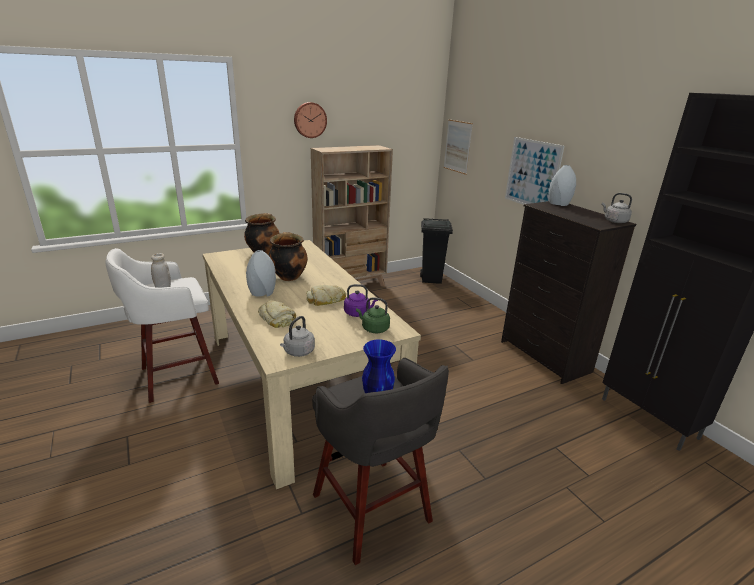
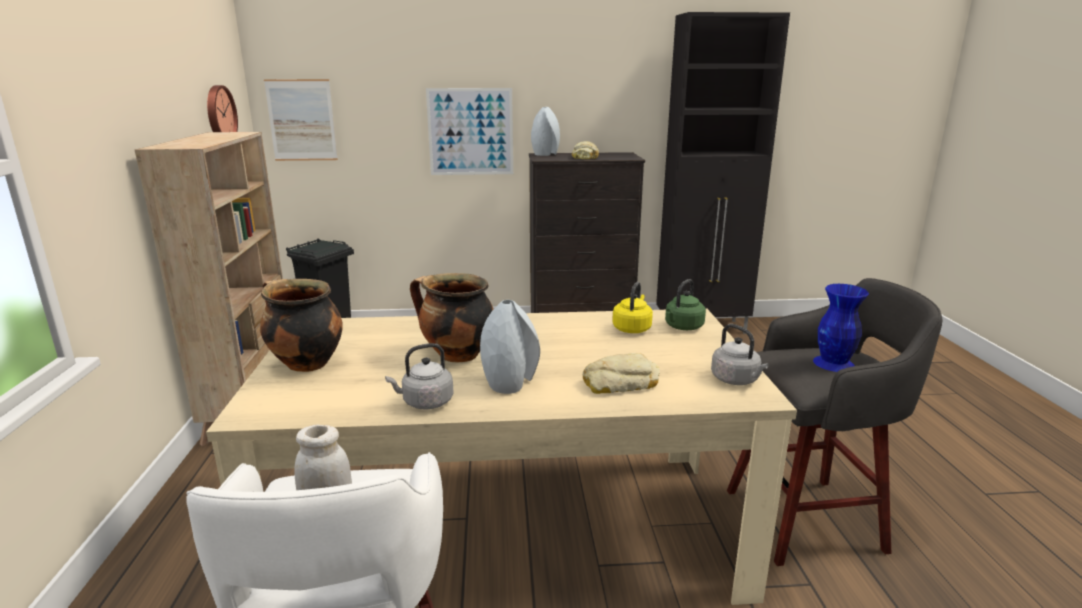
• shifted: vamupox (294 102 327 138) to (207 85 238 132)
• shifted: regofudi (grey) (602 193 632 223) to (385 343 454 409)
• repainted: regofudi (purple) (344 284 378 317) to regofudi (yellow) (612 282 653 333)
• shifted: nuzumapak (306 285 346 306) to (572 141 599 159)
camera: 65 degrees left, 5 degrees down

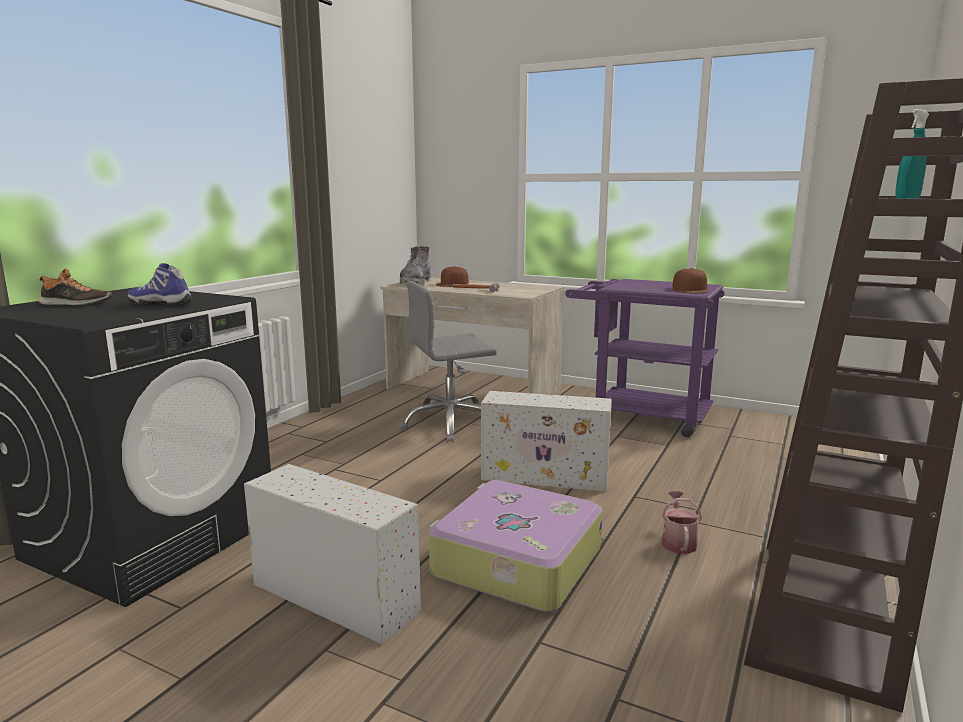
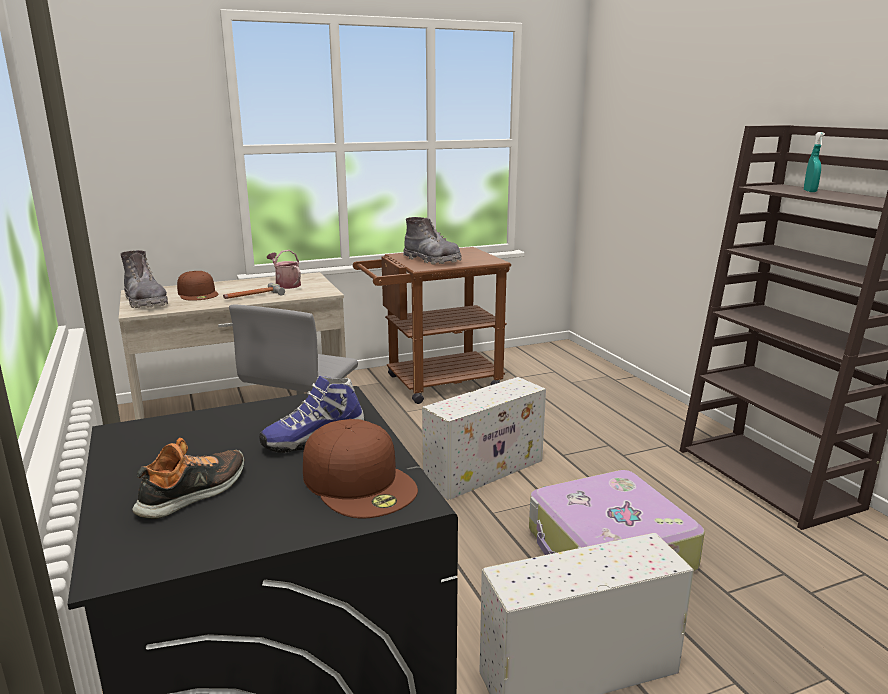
• shifted: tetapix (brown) (672 268 708 293) to (303 419 418 518)
• repainted: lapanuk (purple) (565 279 725 437) to lapanuk (brown) (353 247 511 404)
• shifted: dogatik (662 491 702 554) to (267 250 301 289)
• new: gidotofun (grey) (403 217 462 264)
camera: 50 degrees left, 5 degrees up

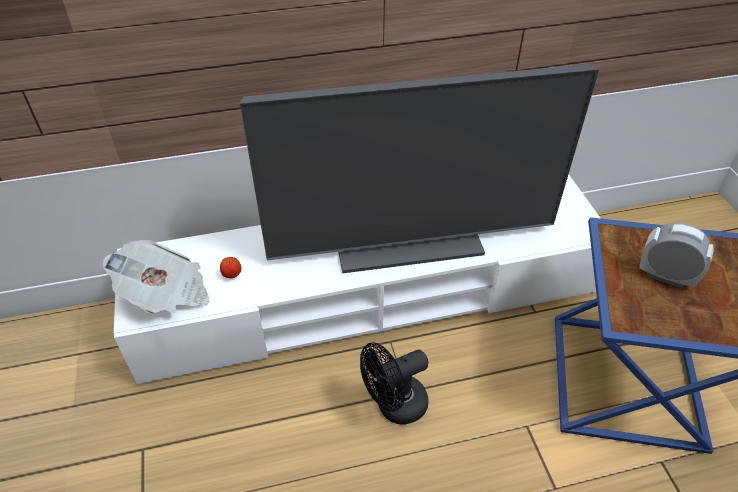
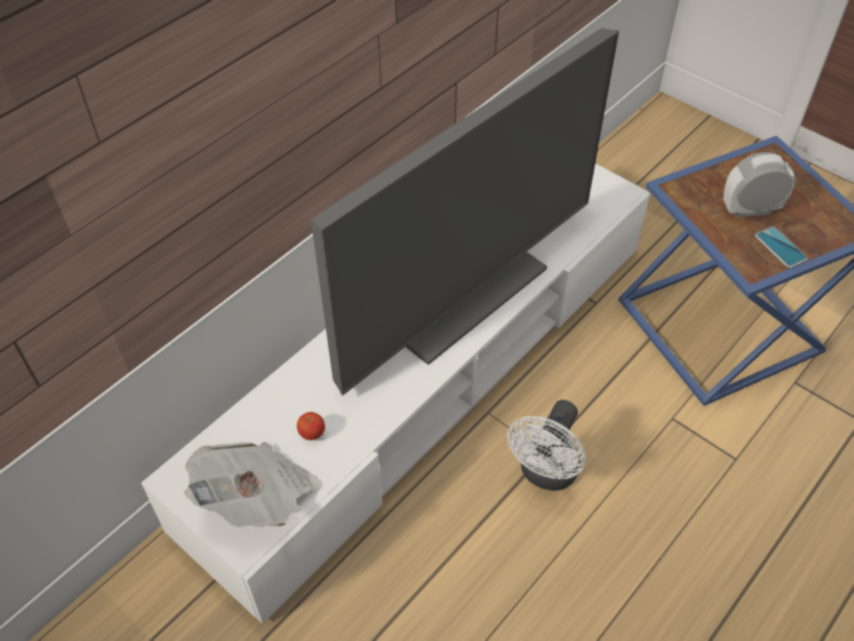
• repainted: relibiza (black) (360 342 429 424) to relibiza (white) (507 400 586 491)
• new: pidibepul (755 227 808 268)
camera: 35 degrees left, 5 degrees up

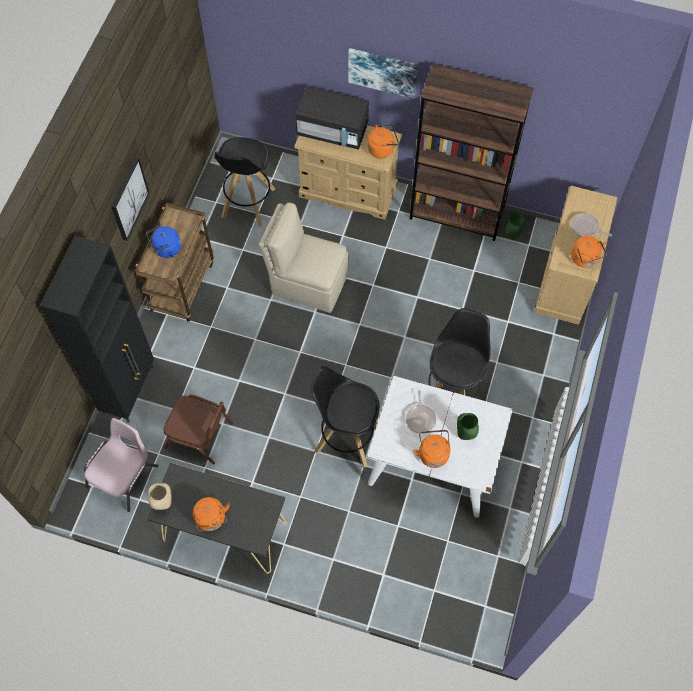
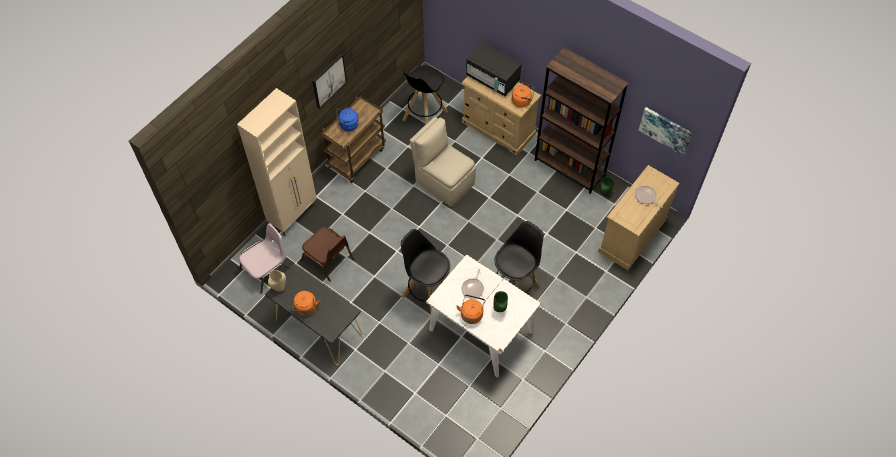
• shifted: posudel (348 48 418 99) to (639 107 692 156)
• repainted: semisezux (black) (40 236 154 423) to semisezux (beige) (237 88 317 236)
• gone: regofudi (orange) (571 236 607 268)
camera: 20 degrees right, 5 degrees down

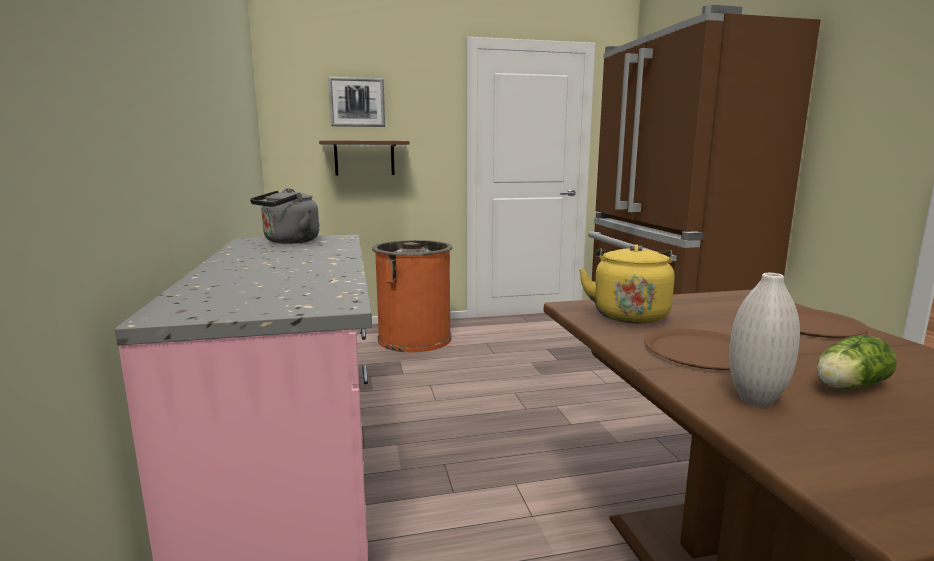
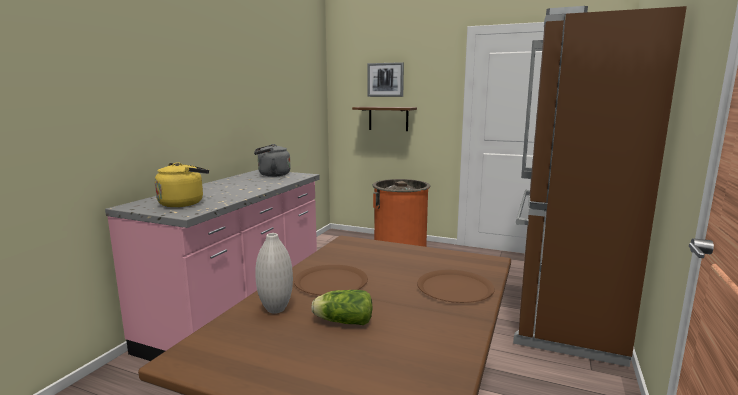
• shifted: regofudi (yellow) (579 245 675 323) to (155 162 209 207)
camera: 35 degrees right, 0 degrees up

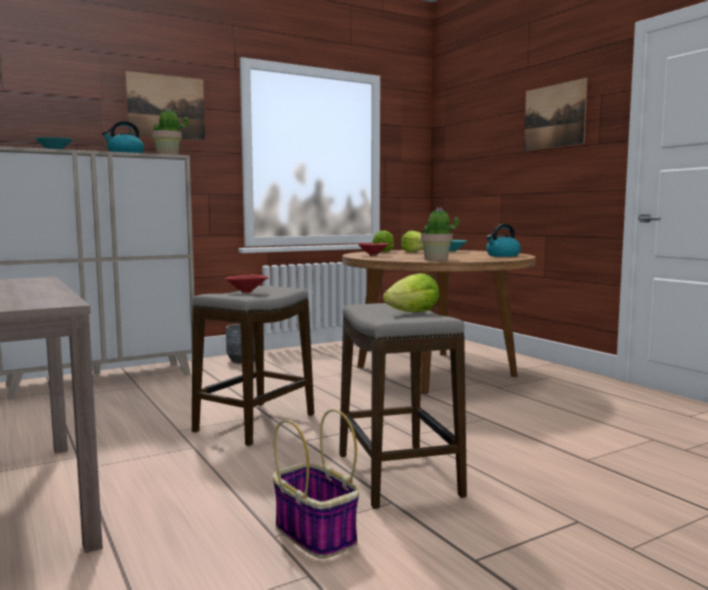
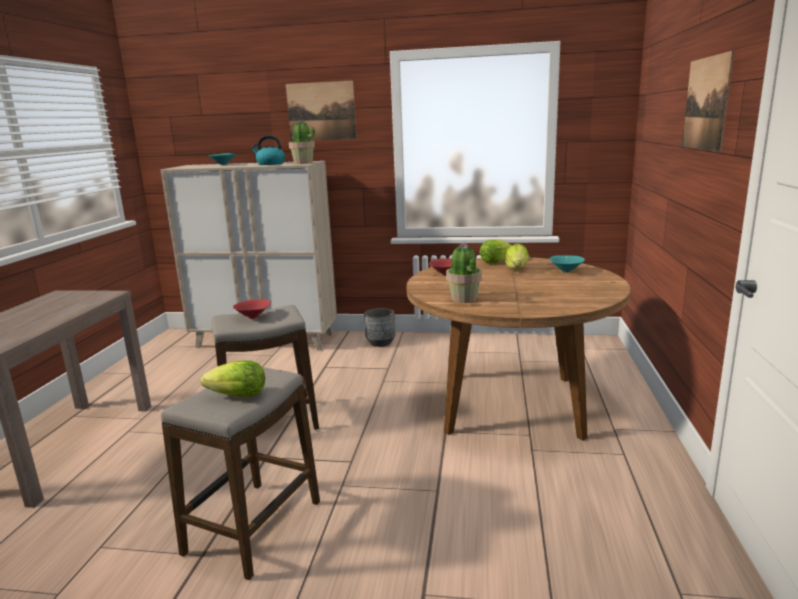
• gone: regofudi (486 224 521 257)
• gone: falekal (273 409 360 559)
camera: 40 degrees right, 10 degrees up

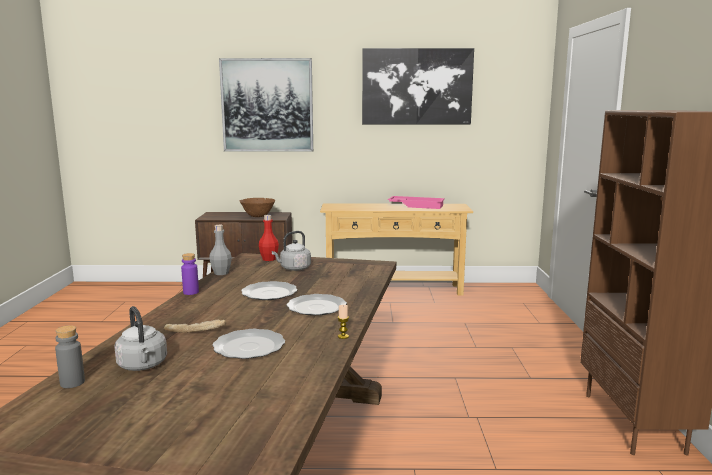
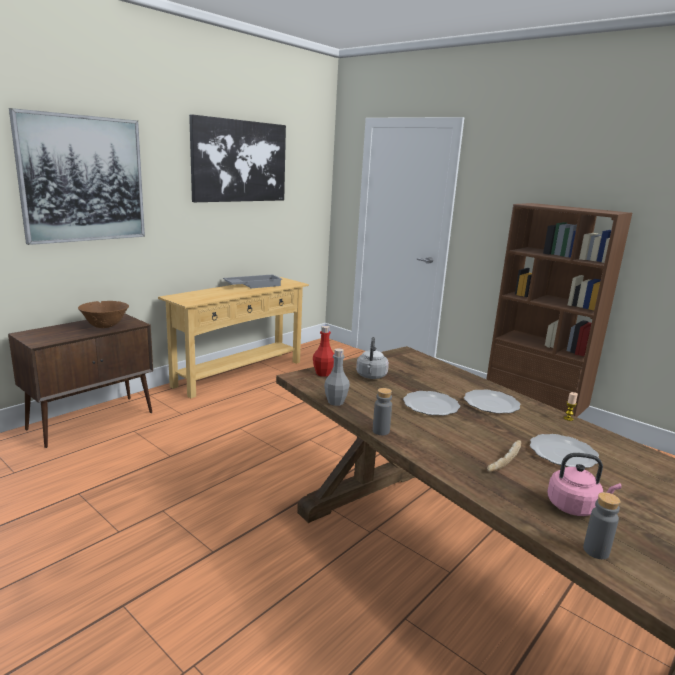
• repainted: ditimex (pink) (388 196 445 209) to ditimex (grey) (223 274 282 288)
• repainted: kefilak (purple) (181 253 199 295) to kefilak (grey) (373 388 392 435)
• repainted: regofudi (grey) (114 306 167 371) to regofudi (pink) (547 453 622 516)
camera: 50 degrees left, 5 degrees up

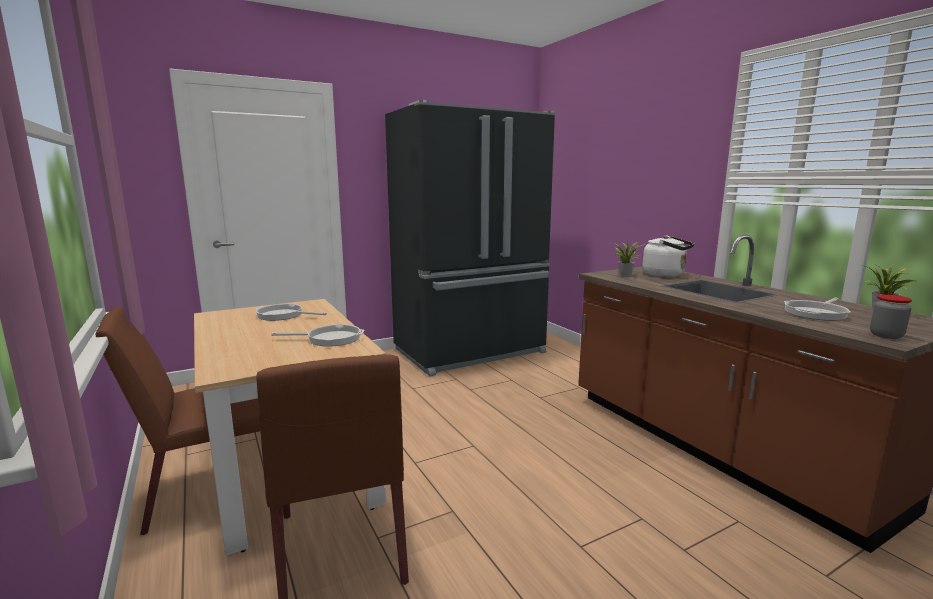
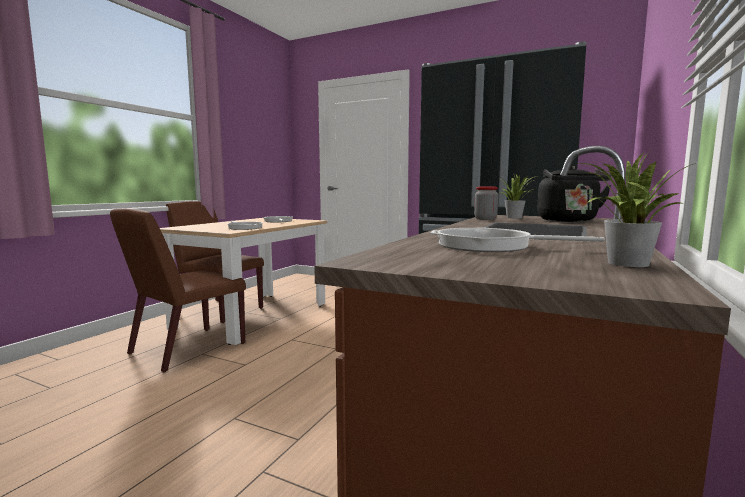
• repainted: regofudi (white) (642 236 694 277) to regofudi (black) (537 166 611 222)
• shifted: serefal (870 294 912 339) to (474 187 498 220)
camera: 55 degrees right, 5 degrees down

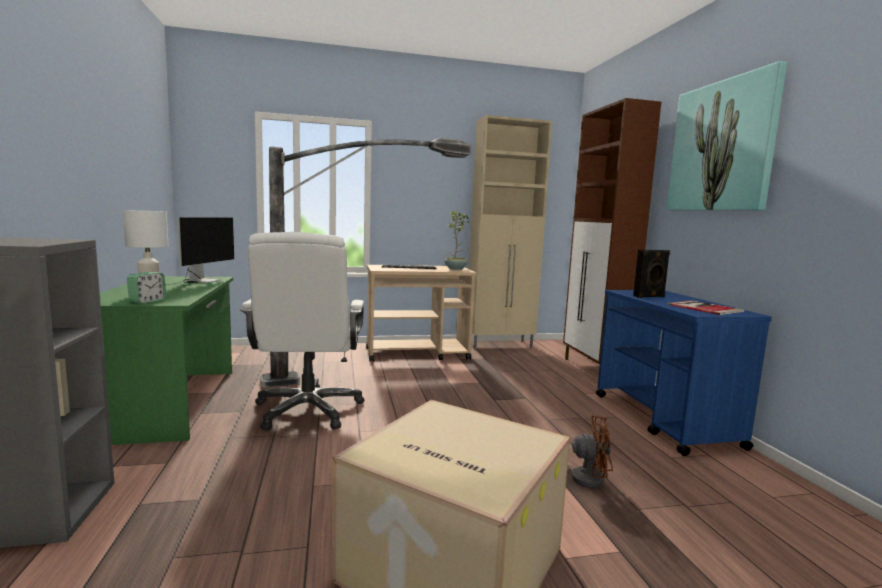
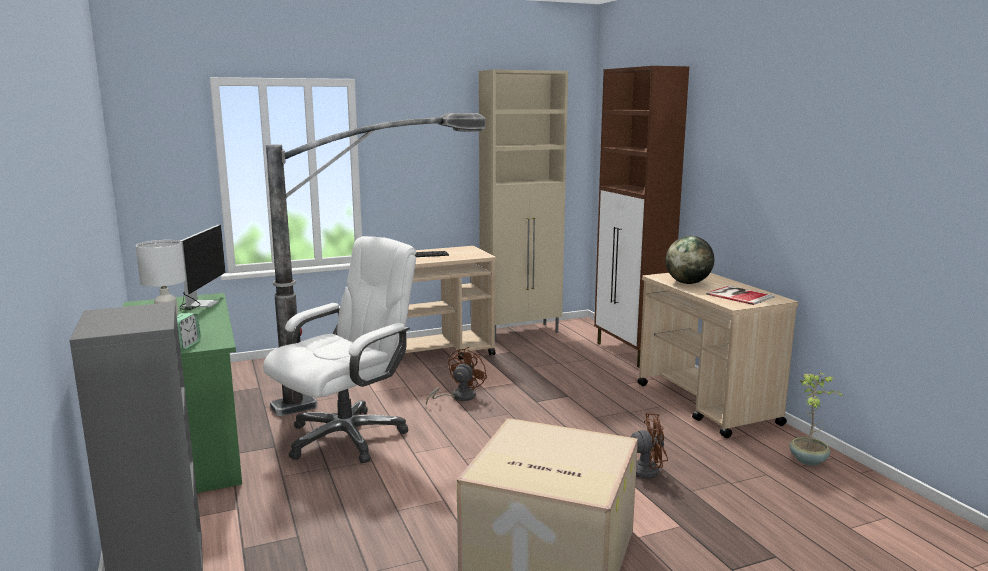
• gone: posudel (666 61 787 210)
• shifted: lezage (445 211 470 270) to (790 372 844 466)
• rotated: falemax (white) (240 232 364 431) = (263 236 416 463) 120 degrees counterclockwise
• swapped: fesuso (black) (633 250 670 298) to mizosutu (666 236 714 284)
• repainted: lapanuk (blue) (596 290 772 456) to lapanuk (beige) (637 273 798 438)
• new: relibiza (brown) (426 347 487 406)
camera: 10 degrees left, 5 degrees up

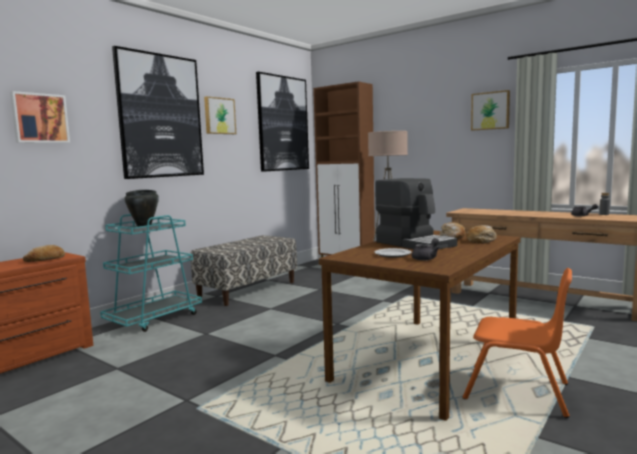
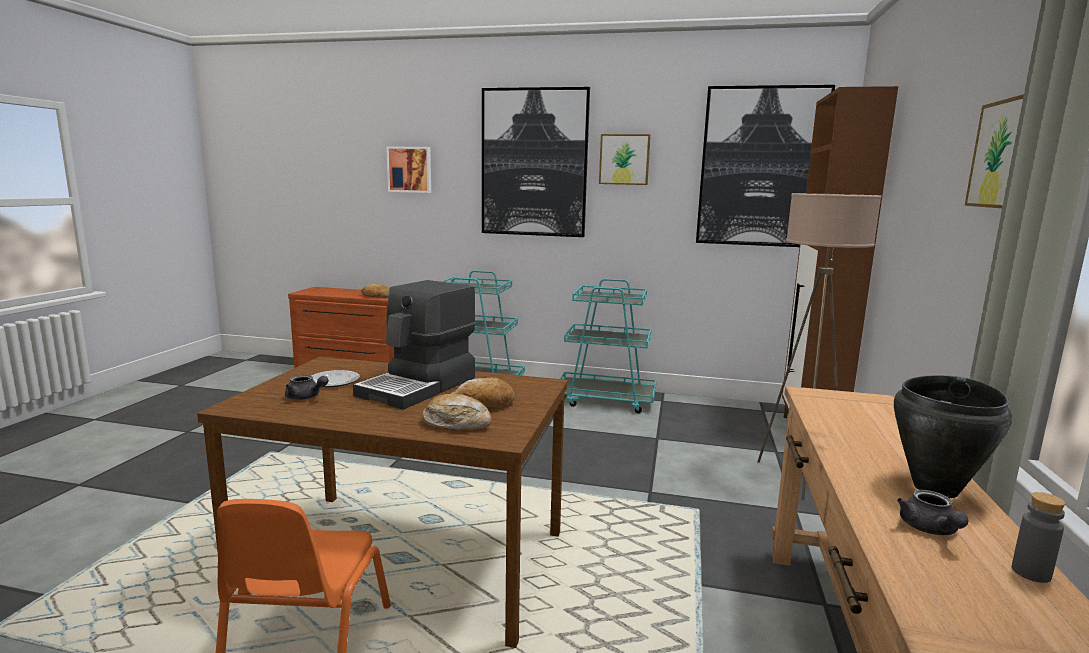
• shifted: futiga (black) (124 190 159 227) to (894 375 1012 498)
• swapped: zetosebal (190 235 297 306) to lapanuk (turquoise) (560 278 656 414)
camera: 65 degrees right, 5 degrees up

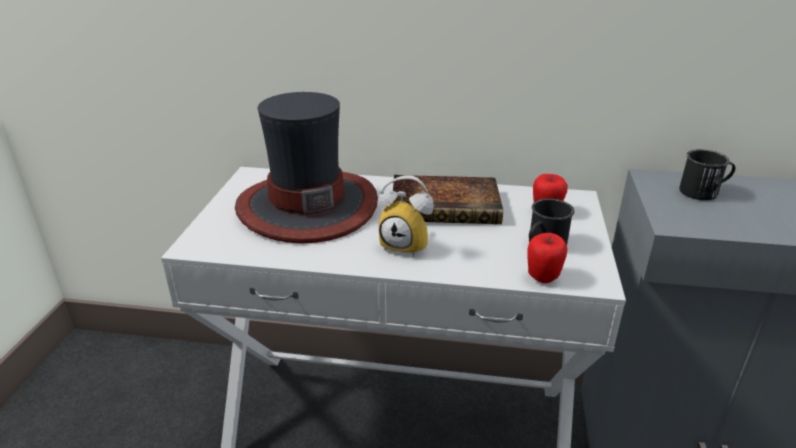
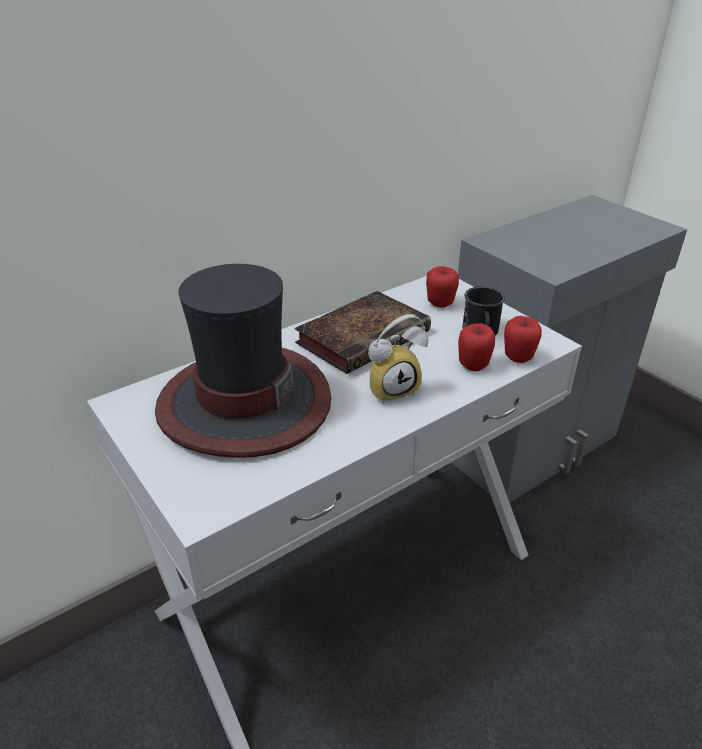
• gone: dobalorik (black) (679 149 736 200)
• new: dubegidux (458 323 496 371)
camera: 45 degrees left, 5 degrees up

